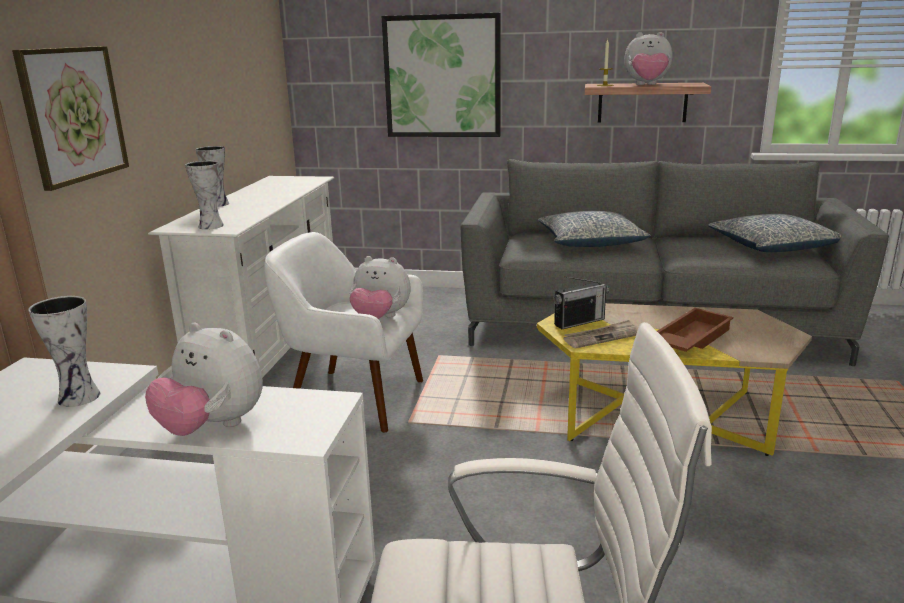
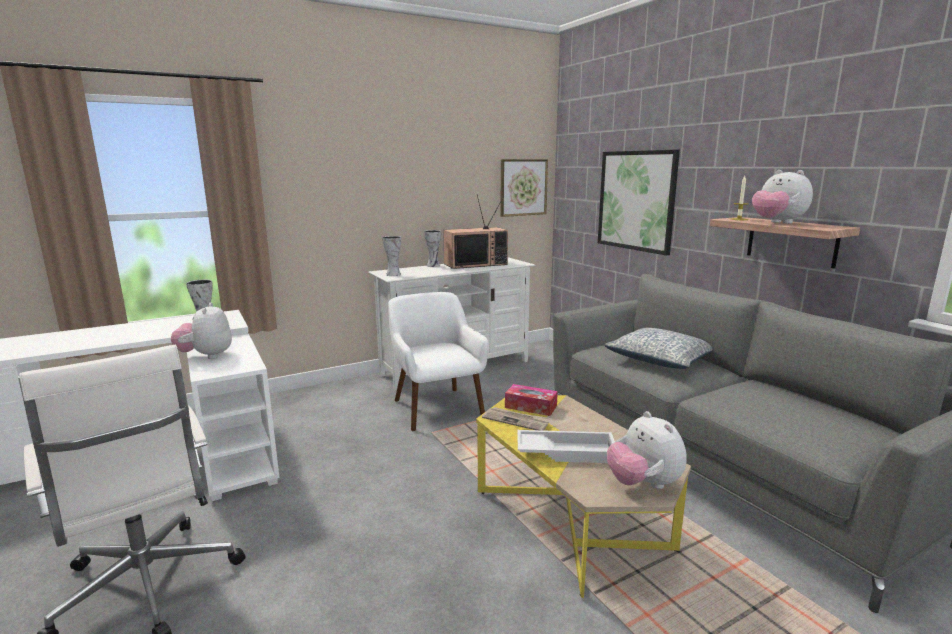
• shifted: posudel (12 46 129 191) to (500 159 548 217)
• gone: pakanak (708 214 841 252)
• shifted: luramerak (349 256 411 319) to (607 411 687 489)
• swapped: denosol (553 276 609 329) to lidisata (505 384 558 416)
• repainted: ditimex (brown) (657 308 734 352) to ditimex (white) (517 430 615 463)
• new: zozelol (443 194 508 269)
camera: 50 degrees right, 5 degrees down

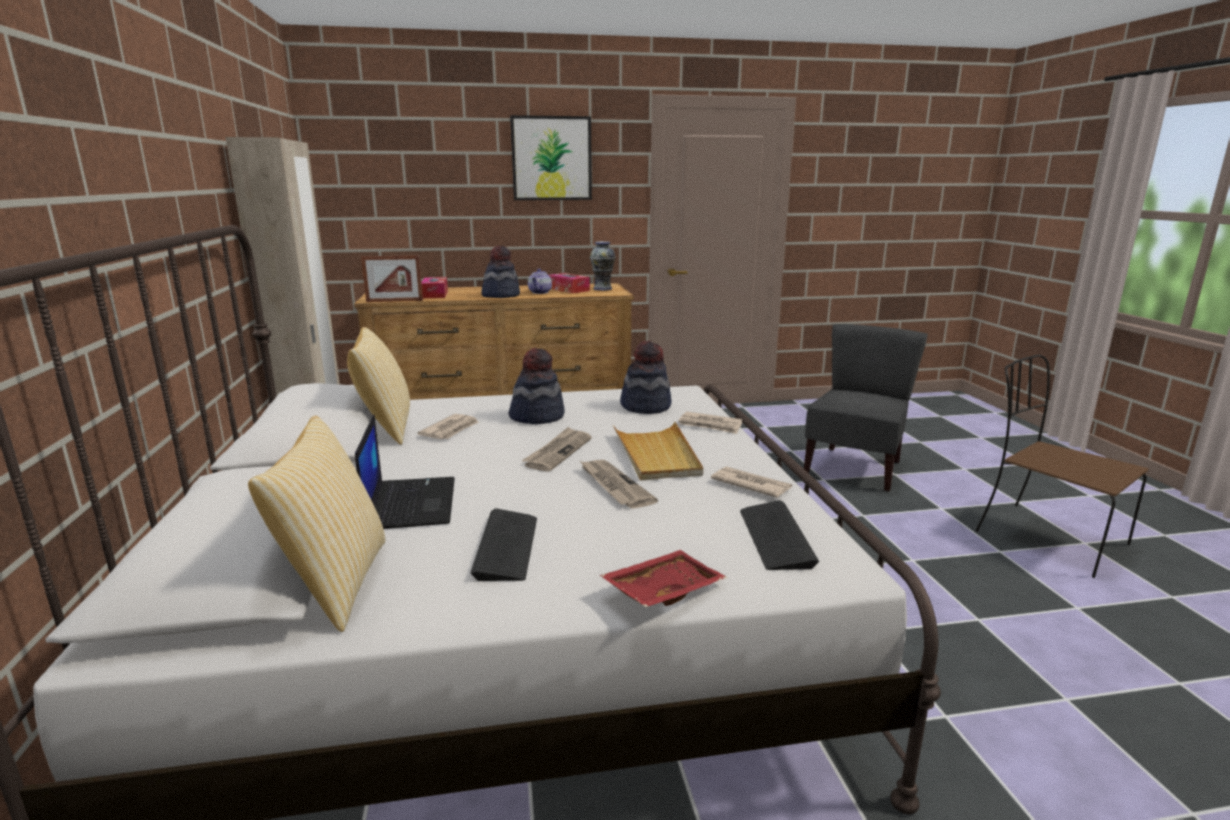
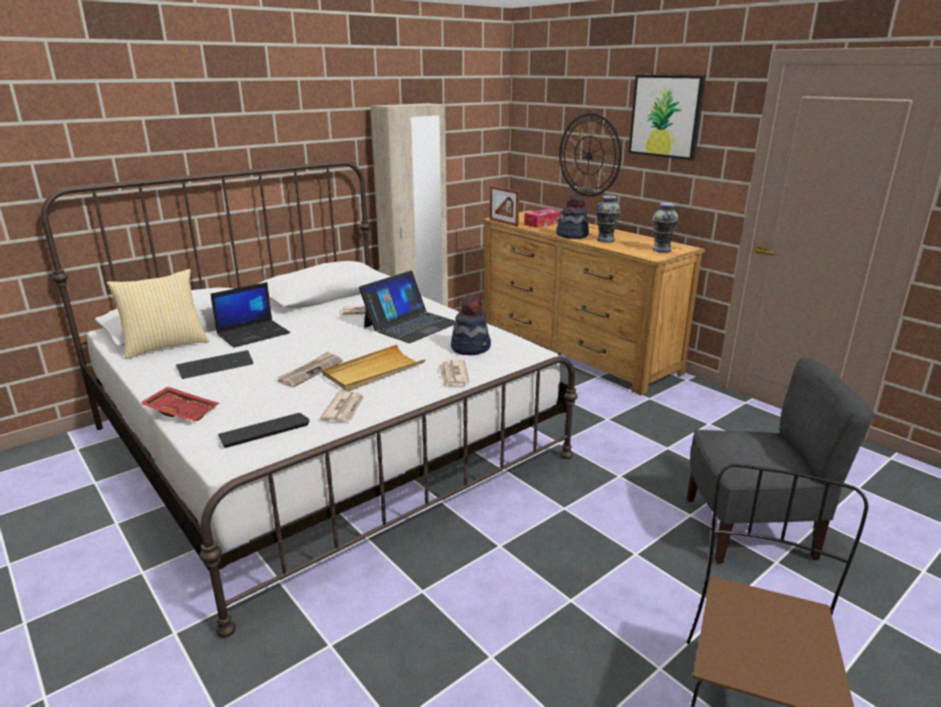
• swapped: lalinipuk (528 269 552 294) to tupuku (595 196 621 242)
• gone: lidisata (549 273 590 293)
• gone: pakanak (347 327 410 445)
• swapped: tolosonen (509 348 565 424) to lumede (359 270 456 343)
• gone: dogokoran (522 427 592 472)
• new: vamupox (559 113 622 196)
camera: 60 degrees right, 5 degrees up

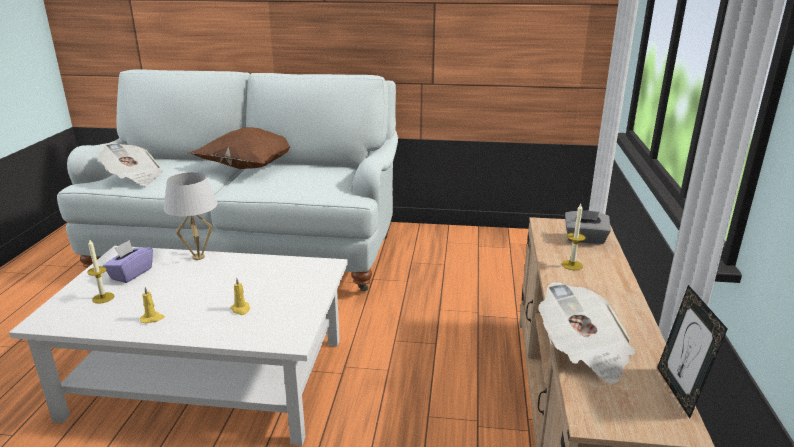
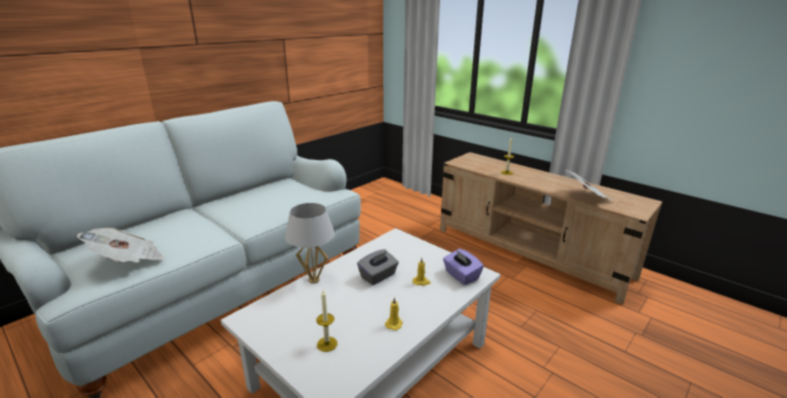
• gone: pakanak (brown) (189 127 291 169)
• shifted: lidisata (grey) (565 210 611 244) to (357 249 399 285)
• shifted: lidisata (purple) (103 240 153 283) to (443 249 484 285)
• gone: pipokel (657 285 728 418)
camera: 55 degrees left, 0 degrees up

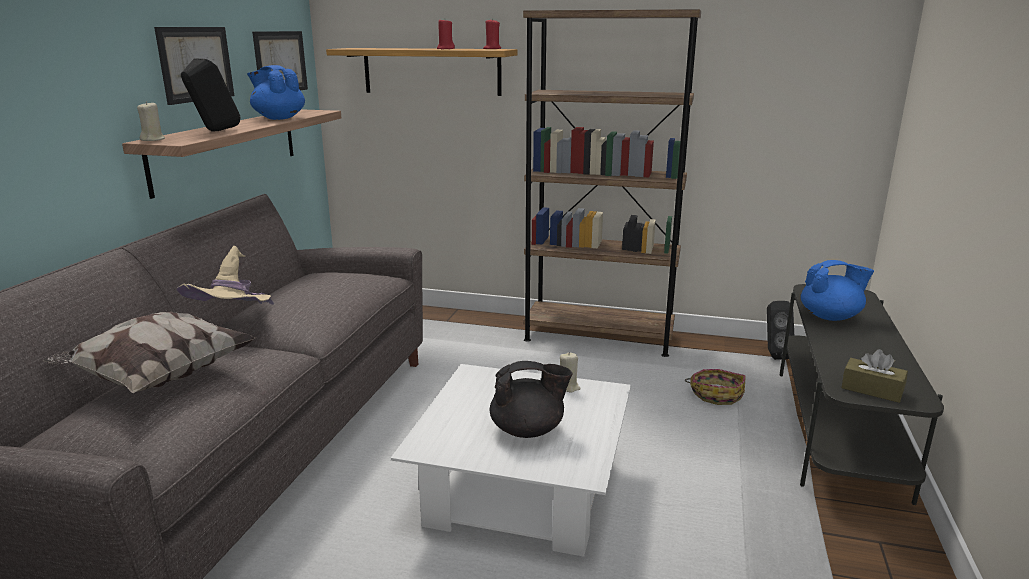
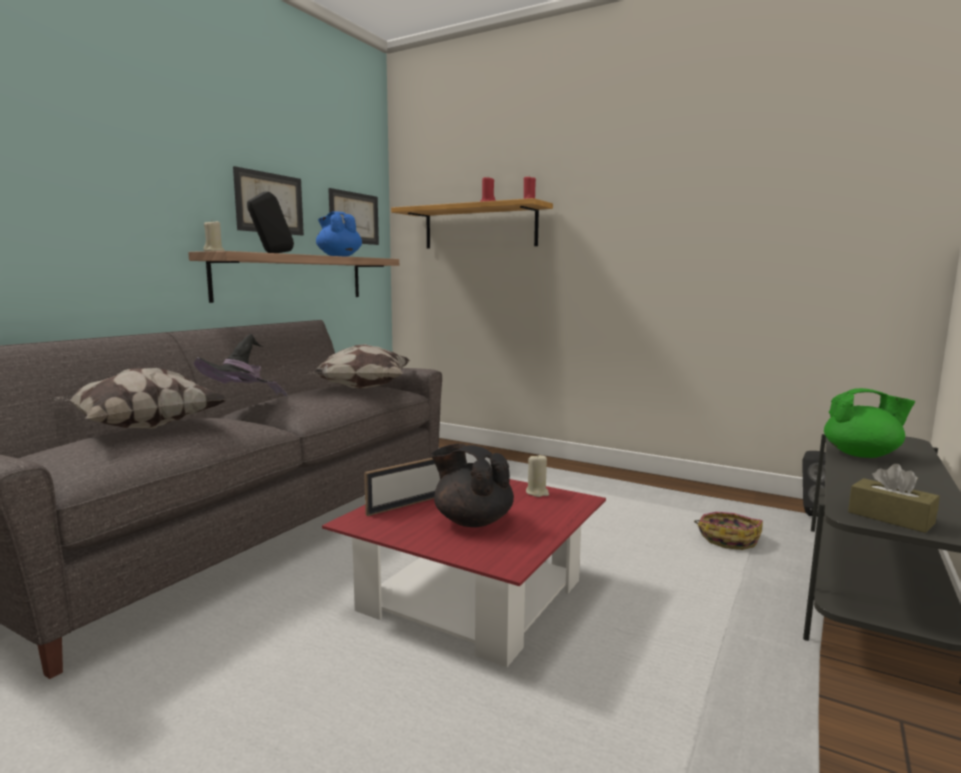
• gone: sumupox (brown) (523 9 701 357)
• repainted: tolosonen (beige) (176 246 274 305) to tolosonen (black) (193 334 287 396)
• repainted: lalinipuk (blue) (801 260 874 321) to lalinipuk (green) (824 388 915 458)
• rotated: lalinipuk (black) (490 361 572 438) = (431 444 514 527) 150 degrees counterclockwise
• repainted: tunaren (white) (391 364 631 557) to tunaren (red) (322 479 606 668)
• new: pakanak (304 344 410 388)
• new: pipokel (364 458 440 516)
camera: 15 degrees right, 10 degrees down

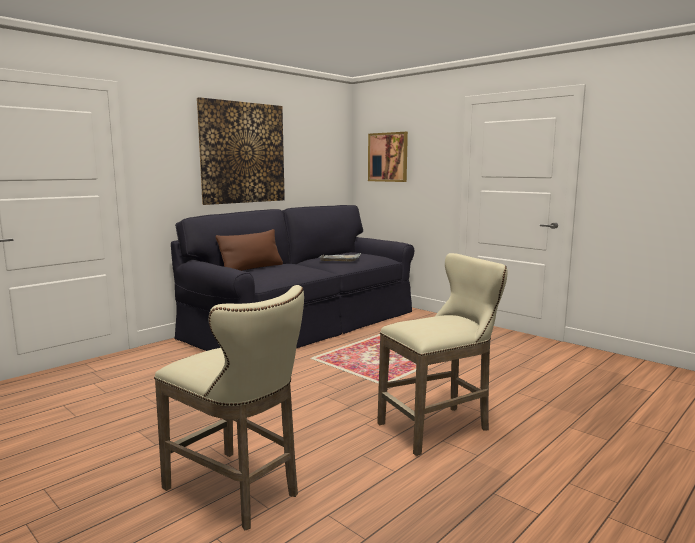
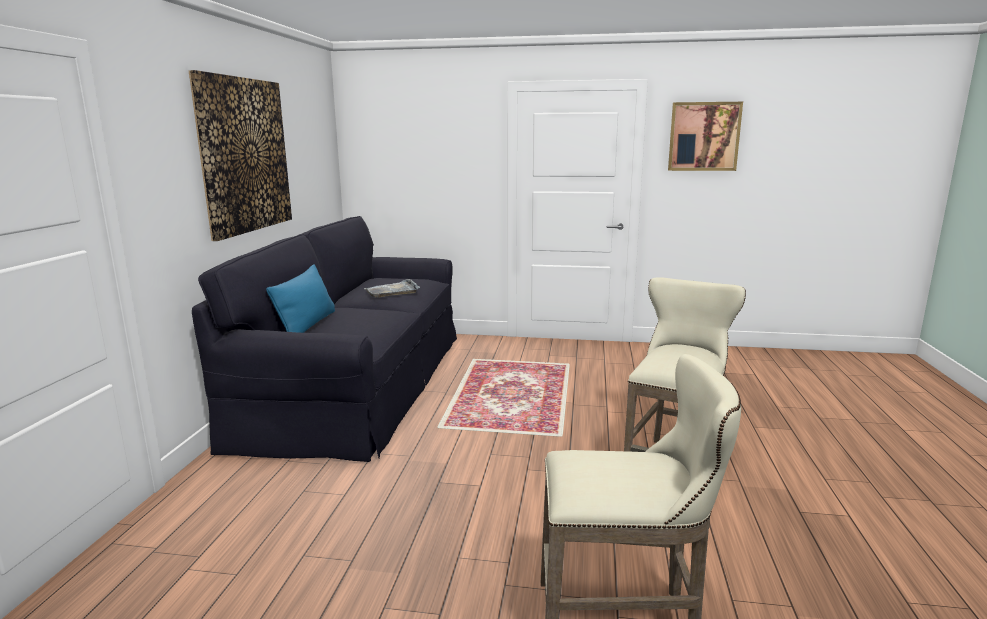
• shifted: posudel (368 132 408 182) to (668 102 743 171)
• repainted: pakanak (brown) (215 229 283 271) to pakanak (blue) (266 264 335 333)
camera: 35 degrees left, 5 degrees up

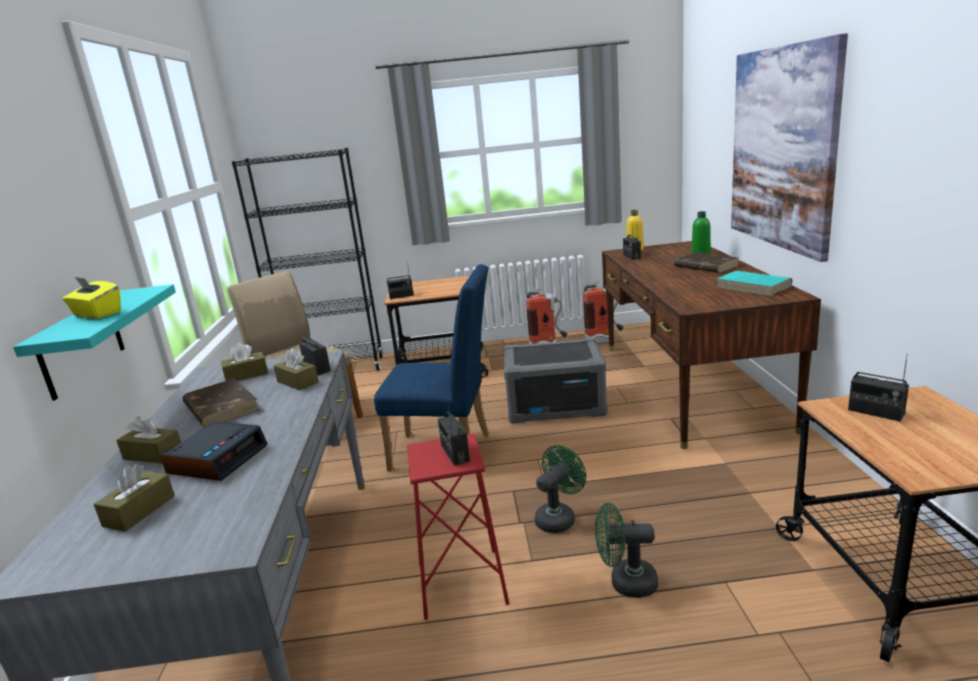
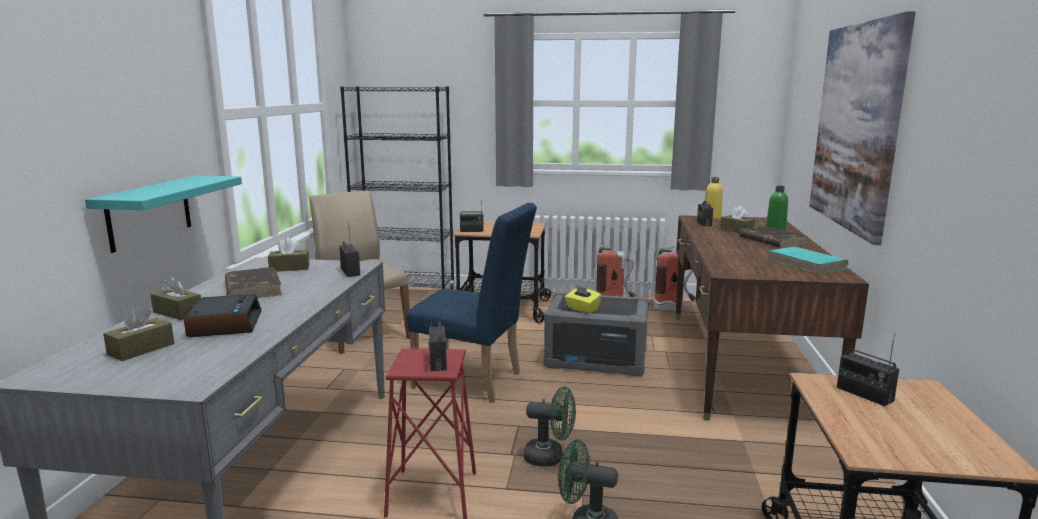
• shifted: lidisata (yellow) (62 277 121 319) to (565 285 601 314)
• shifted: lidisata (brown) (274 348 319 391) to (720 206 755 233)
• rotated: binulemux (161 421 268 481) = (184 294 262 337) 45 degrees counterclockwise
• rotated: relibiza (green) (535 445 586 533) = (524 386 576 467) 45 degrees clockwise
camera: 10 degrees right, 5 degrees down

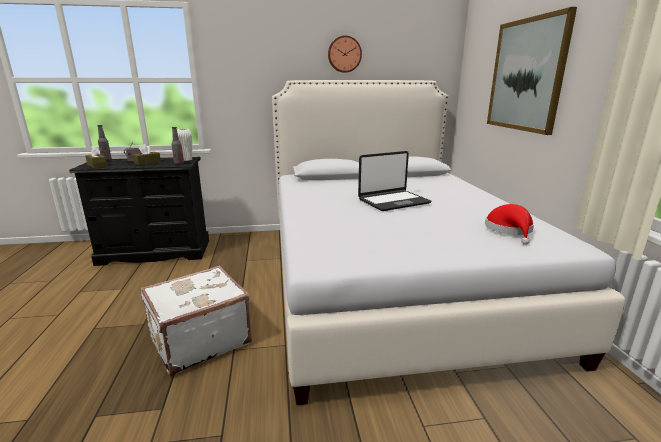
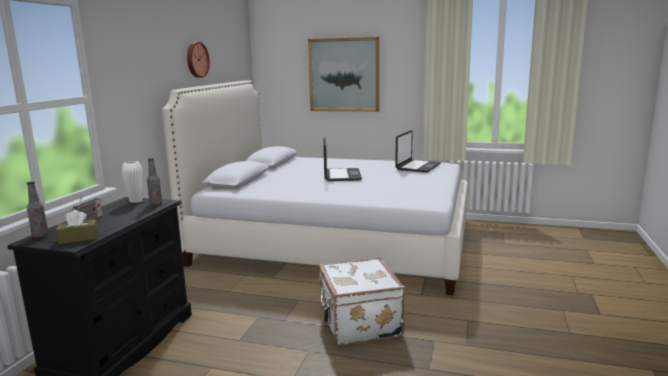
• gone: lidisata (brown) (133 144 161 165)
• swapped: tolosonen (red) (485 204 534 245) to lumede (395 130 441 173)
camera: 65 degrees left, 5 degrees down

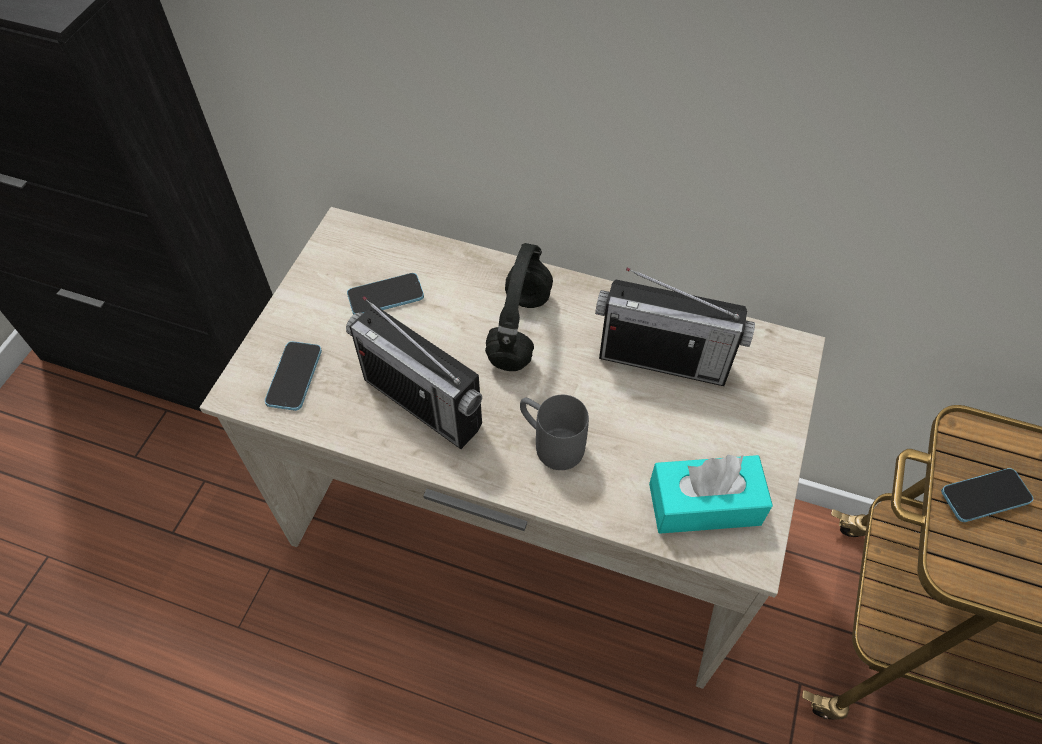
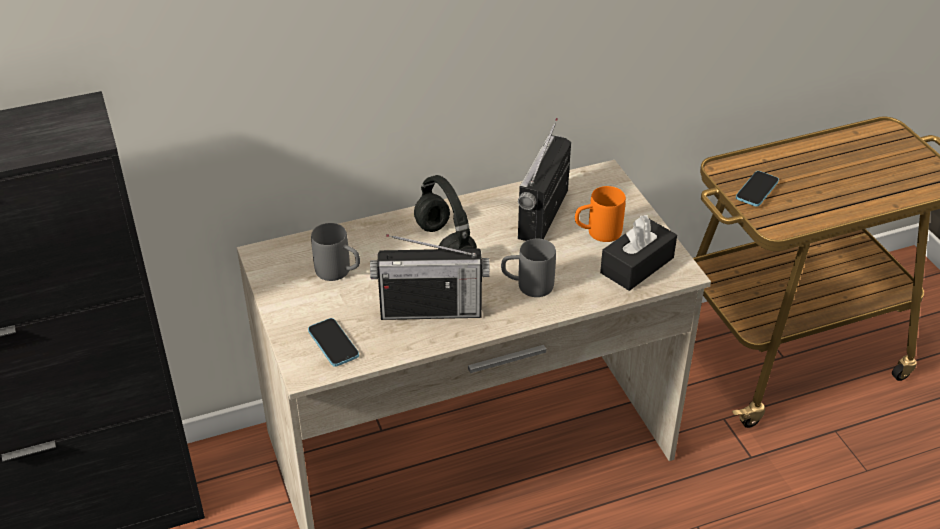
• rotated: denosol (595 268 755 386) = (518 118 571 241) 135 degrees clockwise
• swapped: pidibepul (347 273 424 315) to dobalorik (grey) (311 223 360 281)
• repainted: lidisata (turquoise) (649 454 773 534) to lidisata (black) (600 215 677 291)
• new: dobalorik (orange) (575 186 626 242)
camera: 40 degrees left, 15 degrees down

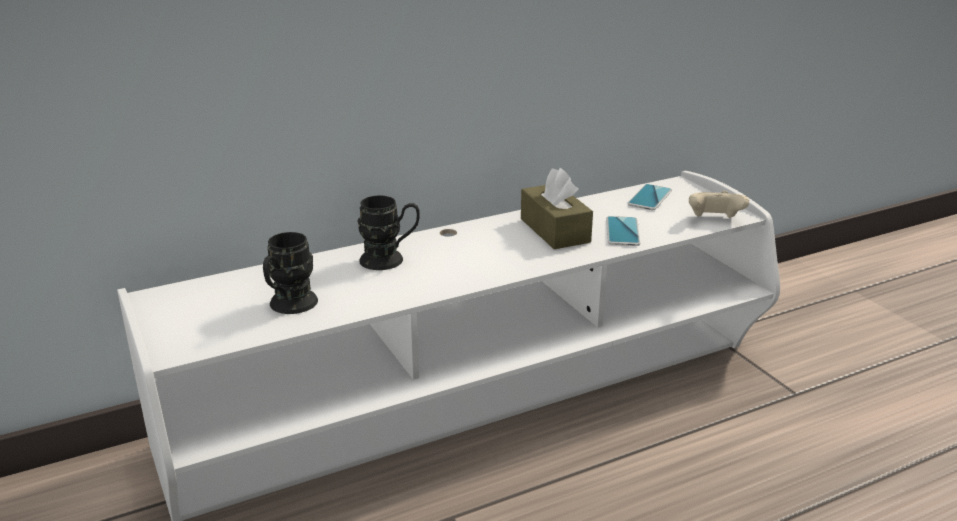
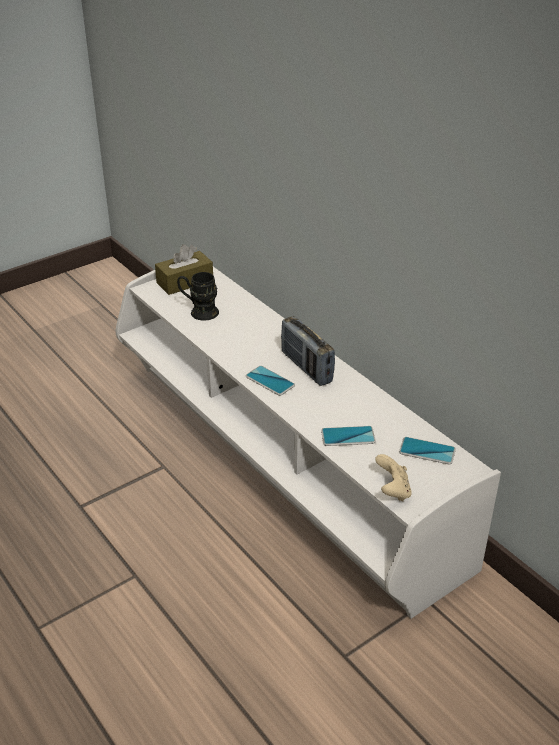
• shifted: lidisata (brown) (521 168 593 249) to (155 244 213 295)
• gone: dobalorik (black) (357 195 420 270)
• new: denosol (281 316 335 386)
• new: pidibepul (245 366 295 396)
camera: 80 degrees right, 10 degrees up

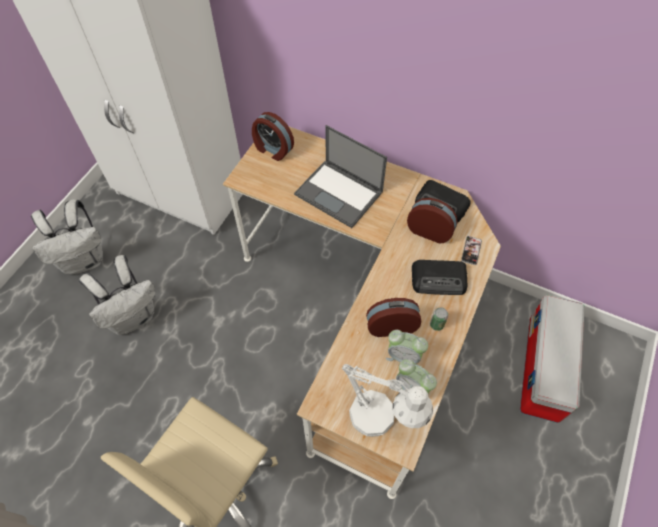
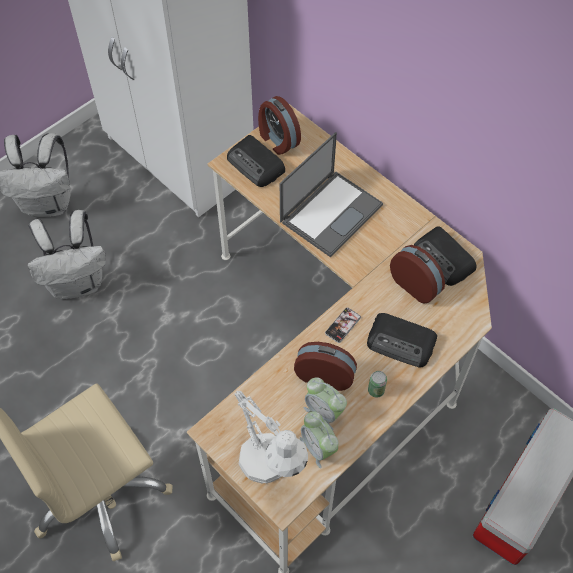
• rotated: lumede (294 125 387 228) = (280 132 383 257) 105 degrees counterclockwise
• shifted: pidibepul (461 236 482 265) to (325 308 361 343)
• new: denosol (227 135 285 187)
camera: 20 degrees right, 0 degrees up

